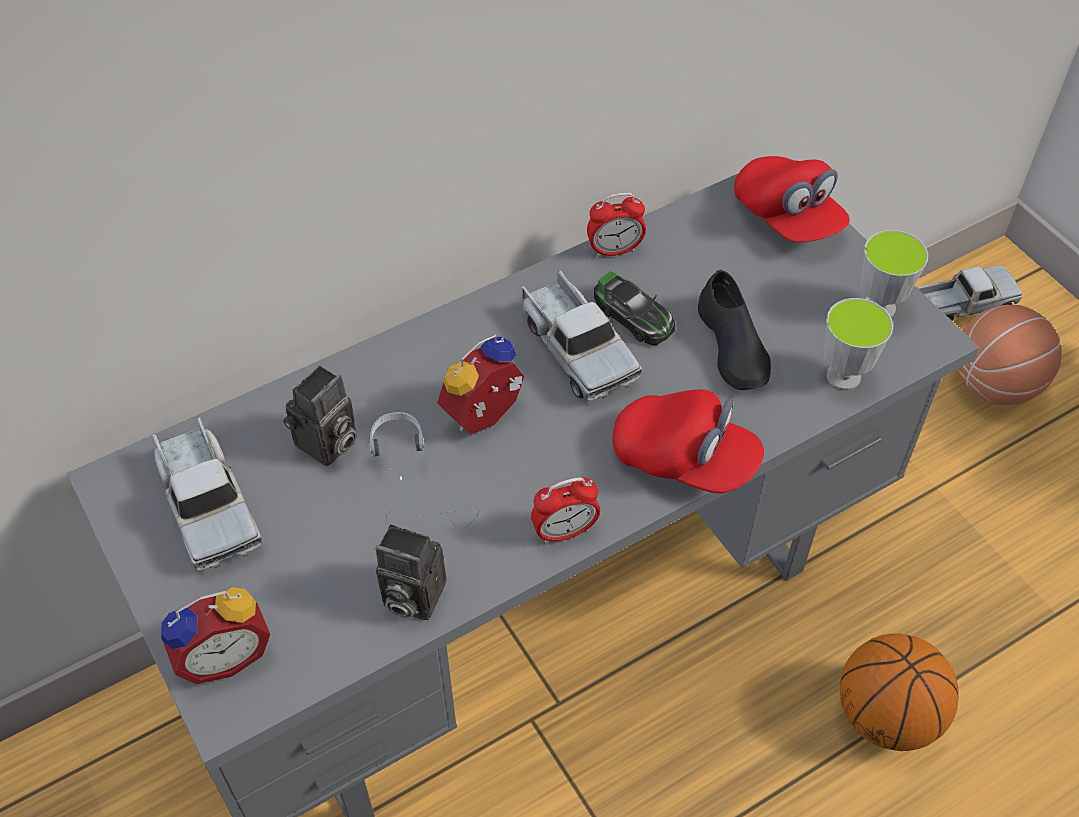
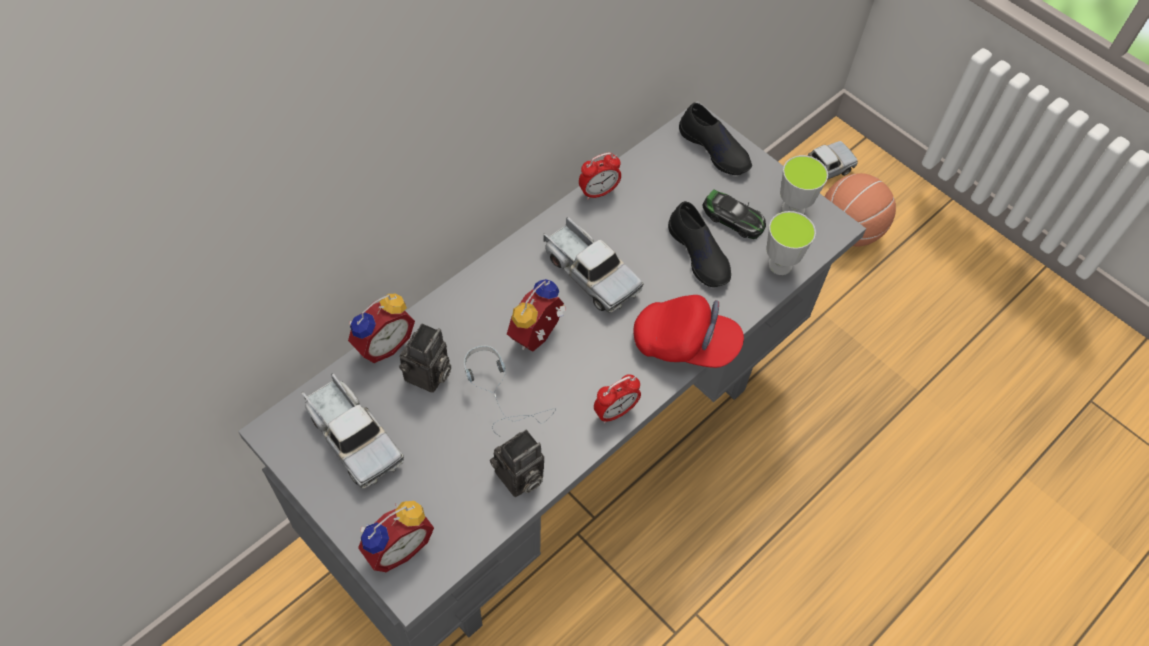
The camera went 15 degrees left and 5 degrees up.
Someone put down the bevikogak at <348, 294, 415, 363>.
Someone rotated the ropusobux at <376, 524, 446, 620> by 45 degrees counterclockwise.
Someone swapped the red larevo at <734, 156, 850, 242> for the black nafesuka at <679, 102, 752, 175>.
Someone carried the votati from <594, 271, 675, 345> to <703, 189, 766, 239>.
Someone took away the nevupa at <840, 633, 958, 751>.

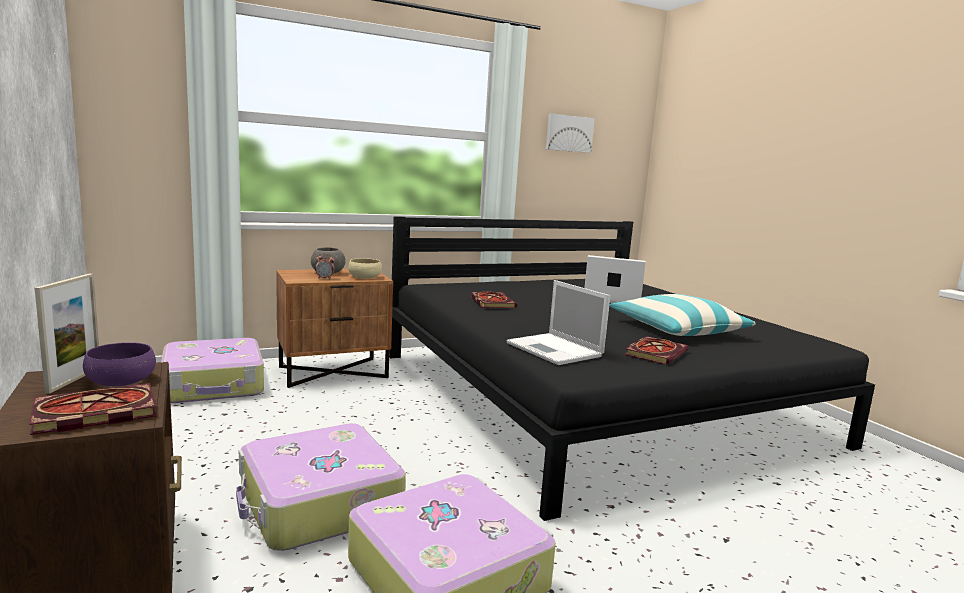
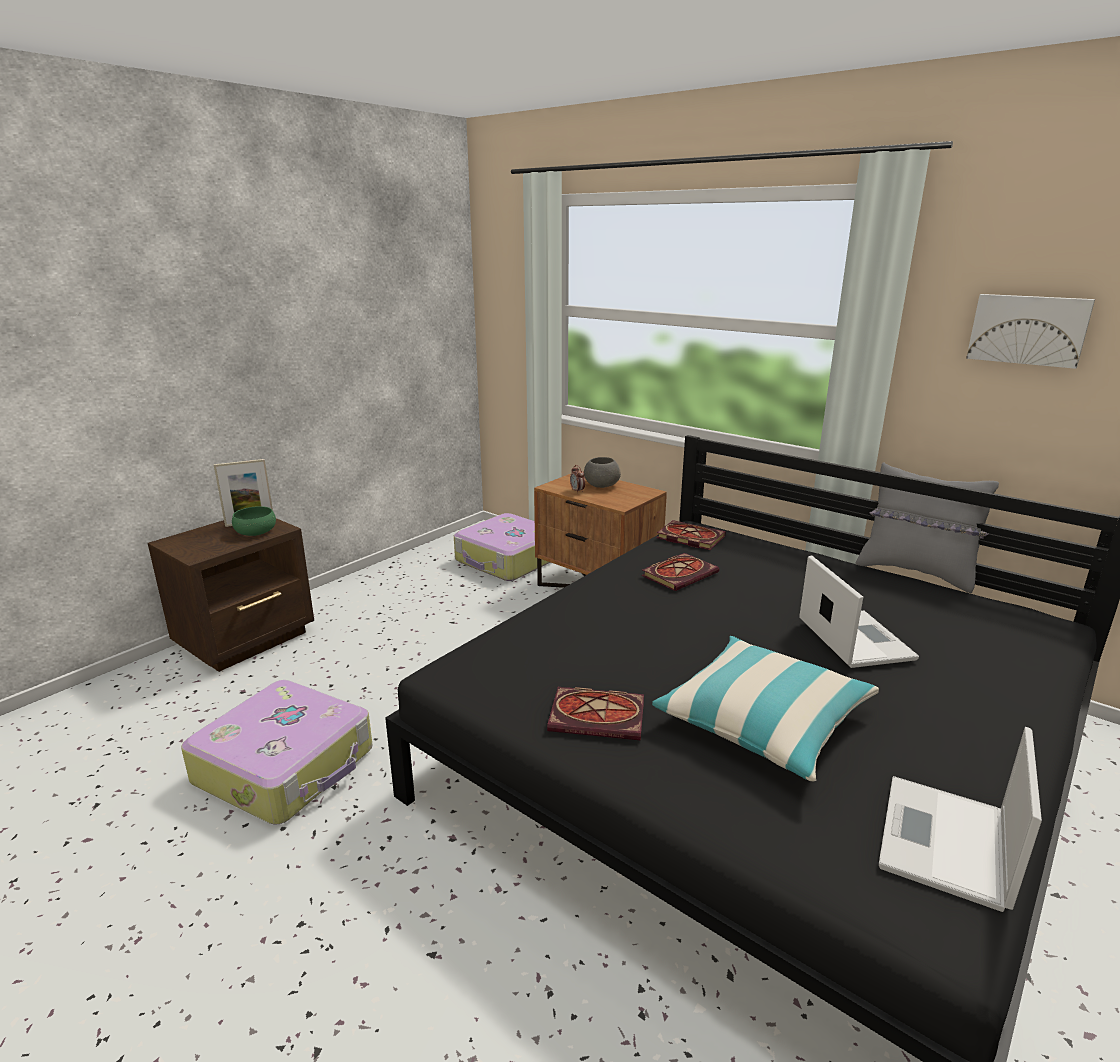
The camera went 65 degrees right and 10 degrees up.
Someone repainted the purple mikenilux at <83, 342, 156, 386>, which became the green mikenilux at <232, 506, 276, 536>.
Someone carried the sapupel from <29, 383, 156, 435> to <656, 520, 726, 550>.
Someone put down the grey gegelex at <855, 462, 999, 593>.
Someone carried the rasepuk from <507, 280, 610, 365> to <879, 727, 1042, 912>.
Someone took away the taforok at <236, 423, 406, 551>.
Someone took away the beige mikenilux at <348, 258, 382, 279>.

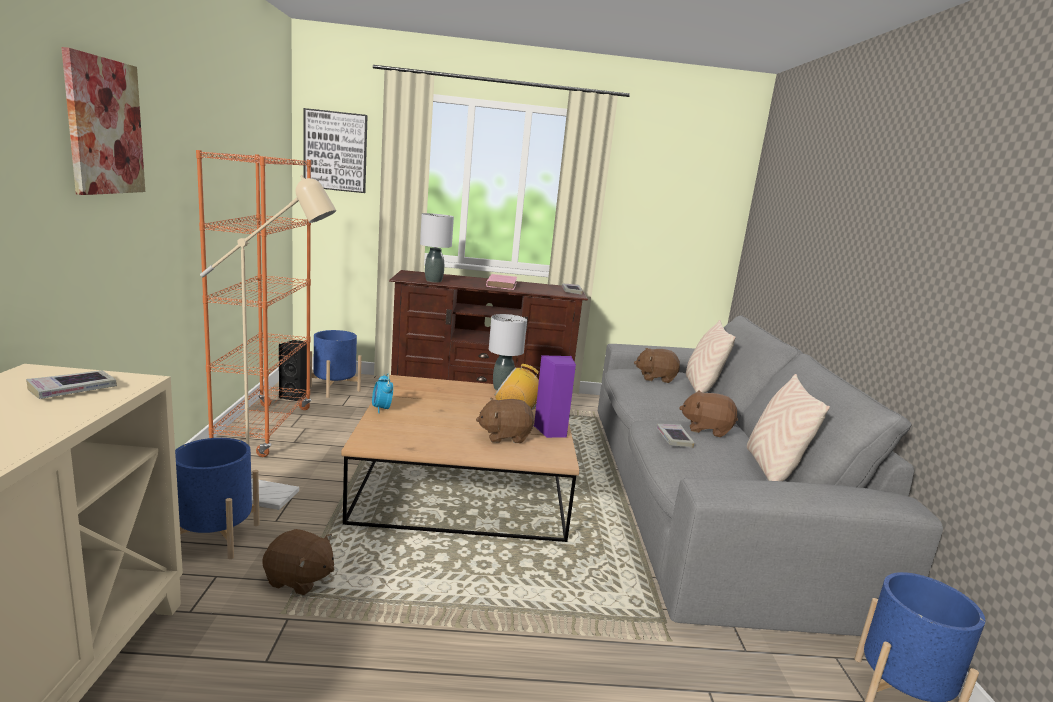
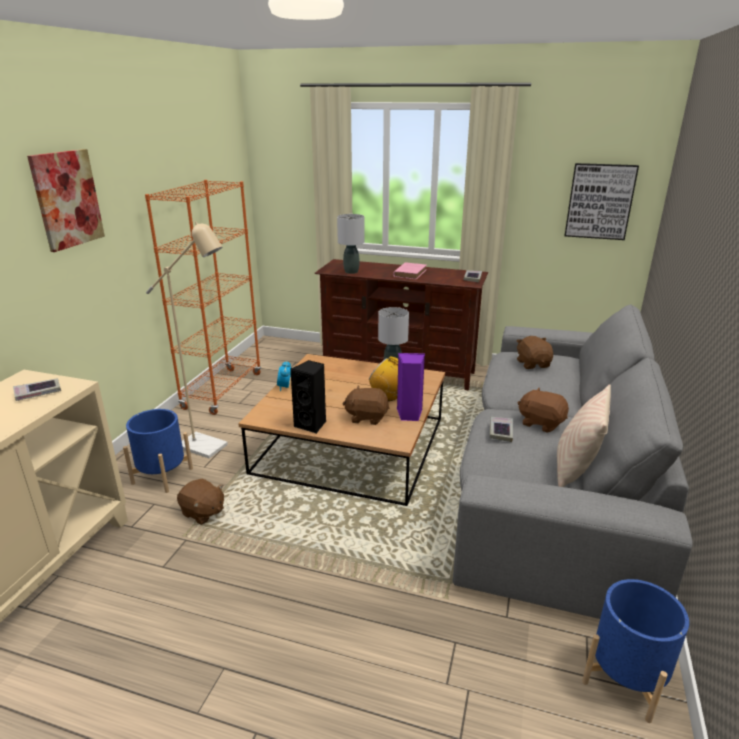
The camera went 20 degrees right and 10 degrees up.
Someone carried the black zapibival from <279, 340, 307, 402> to <290, 360, 326, 434>.
Someone rotated the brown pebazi at <634, 348, 680, 383> by 60 degrees clockwise.
Someone carried the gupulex from <304, 108, 368, 193> to <565, 163, 639, 240>.
Someone took away the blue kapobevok at <310, 330, 362, 398>.
Someone took away the beige gegelex at <686, 320, 736, 393>.

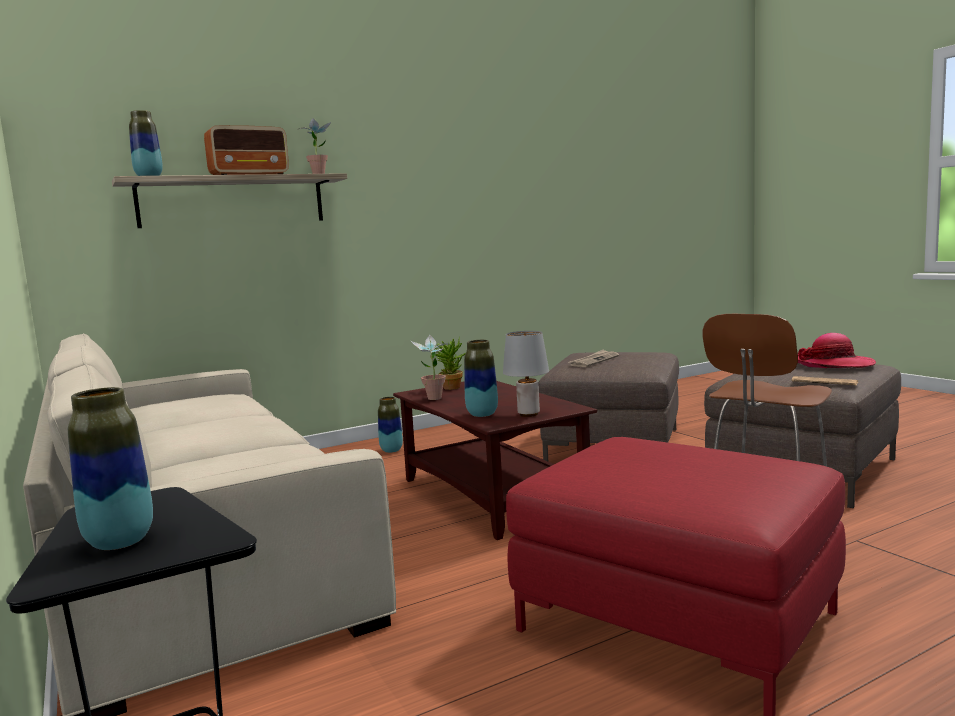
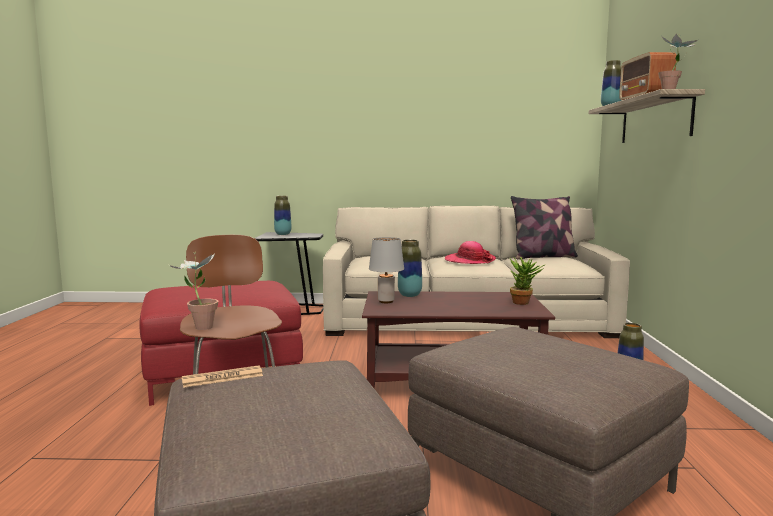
The camera went 120 degrees right and 0 degrees up.
Someone carried the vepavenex from <411, 334, 451, 400> to <169, 252, 218, 330>.
Someone carried the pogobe from <798, 333, 876, 368> to <445, 241, 496, 264>.
Someone put down the gegelex at <511, 196, 578, 259>.
Someone took away the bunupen at <568, 349, 619, 367>.

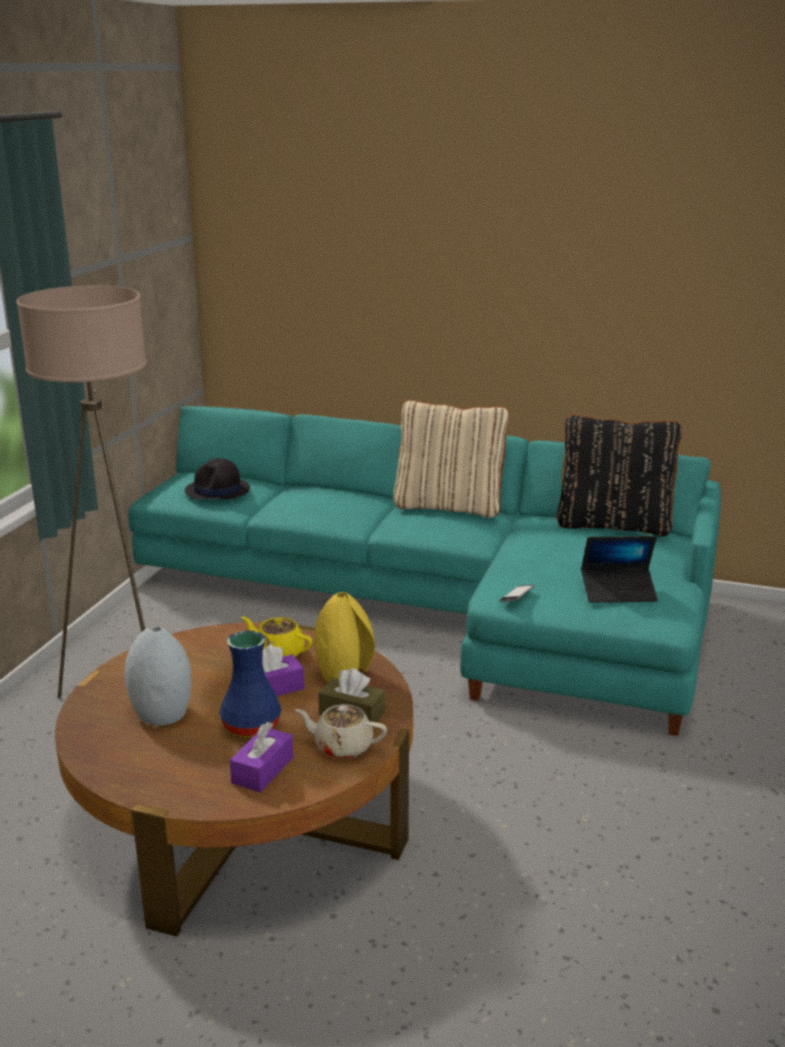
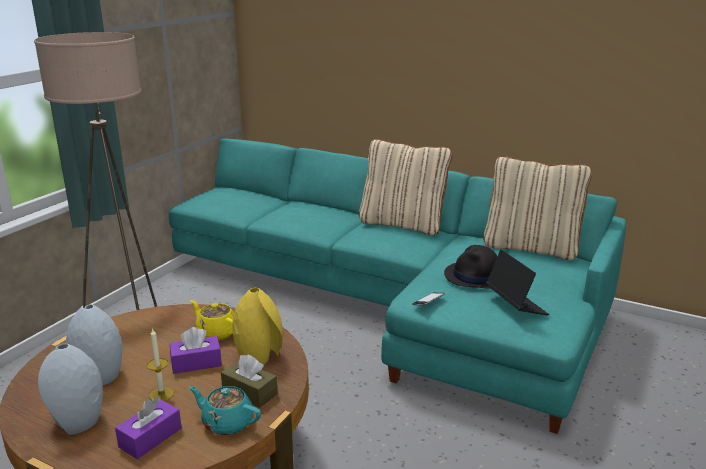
The camera went 10 degrees right and 0 degrees up.
Someone put down the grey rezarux at <38, 344, 103, 435>.
Someone swapped the blue rezarux at <220, 631, 282, 737> for the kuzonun at <147, 328, 174, 401>.
Someone repainted the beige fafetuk at <295, 704, 387, 759>, which became the turquoise fafetuk at <189, 386, 261, 435>.
Someone carried the black pogobe from <185, 458, 250, 500> to <444, 245, 497, 289>.
Someone repainted the black gegelex at <557, 415, 682, 536>, which became the beige gegelex at <483, 156, 592, 261>.
Someone rotated the rasepuk at <581, 536, 658, 603> by 120 degrees counterclockwise.

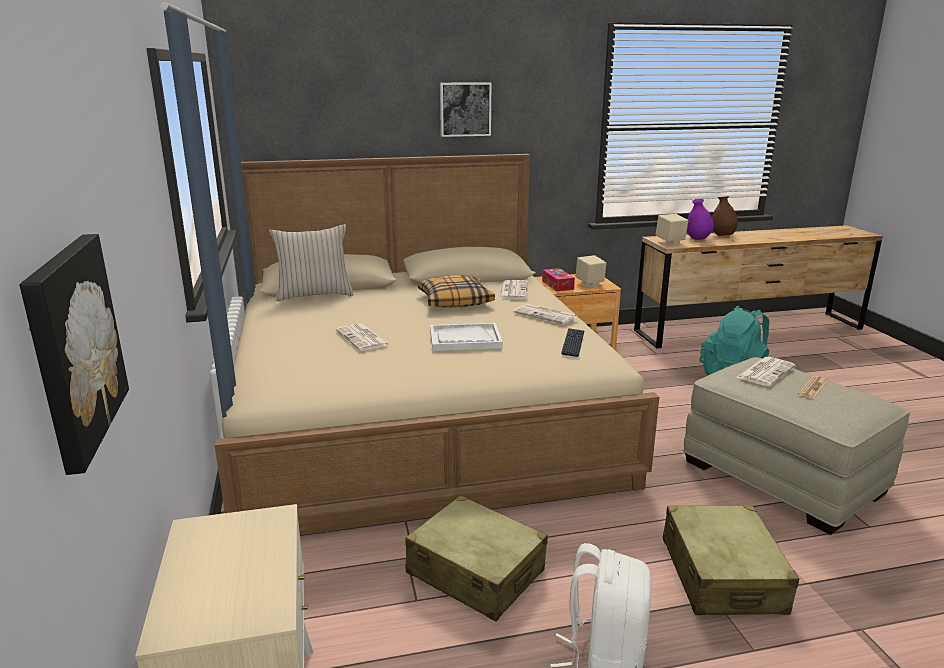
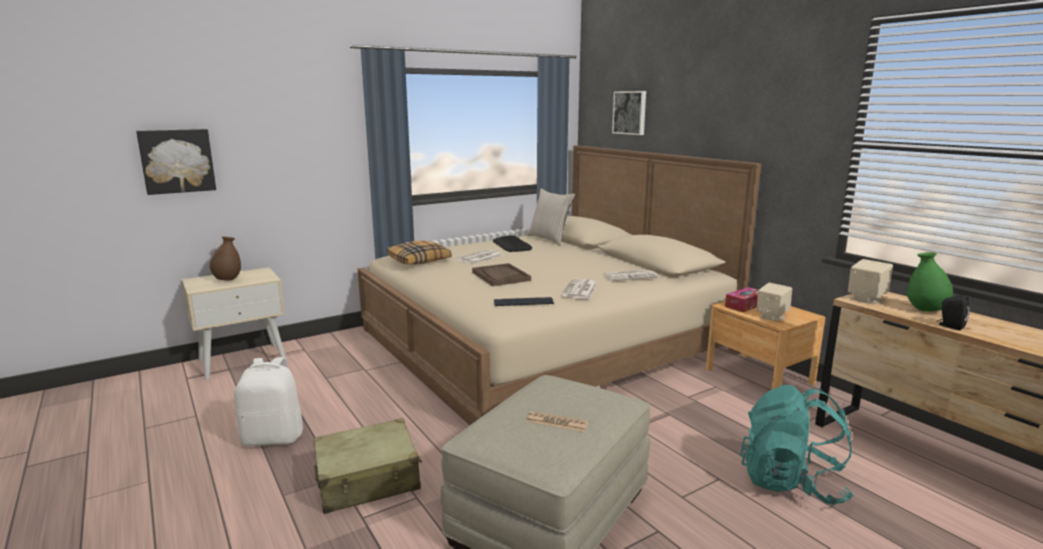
The camera went 70 degrees right and 5 degrees down.
Someone carried the brown rezarux from <712, 196, 738, 236> to <210, 237, 241, 280>.
Someone carried the gegelex from <418, 275, 495, 308> to <387, 241, 451, 265>.
Someone repainted the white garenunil at <430, 323, 503, 351>, which became the brown garenunil at <472, 263, 531, 286>.
Someone put down the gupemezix at <493, 235, 532, 252>.
Someone carried the gupulex from <440, 82, 491, 137> to <612, 91, 646, 135>.
Someone repainted the purple rezarux at <687, 199, 714, 240>, which became the green rezarux at <907, 252, 953, 311>.
Someone put down the black zapibival at <936, 295, 970, 330>.
Someone took away the beige taforok at <405, 495, 548, 622>.
Someone took away the bunupen at <736, 357, 795, 386>.

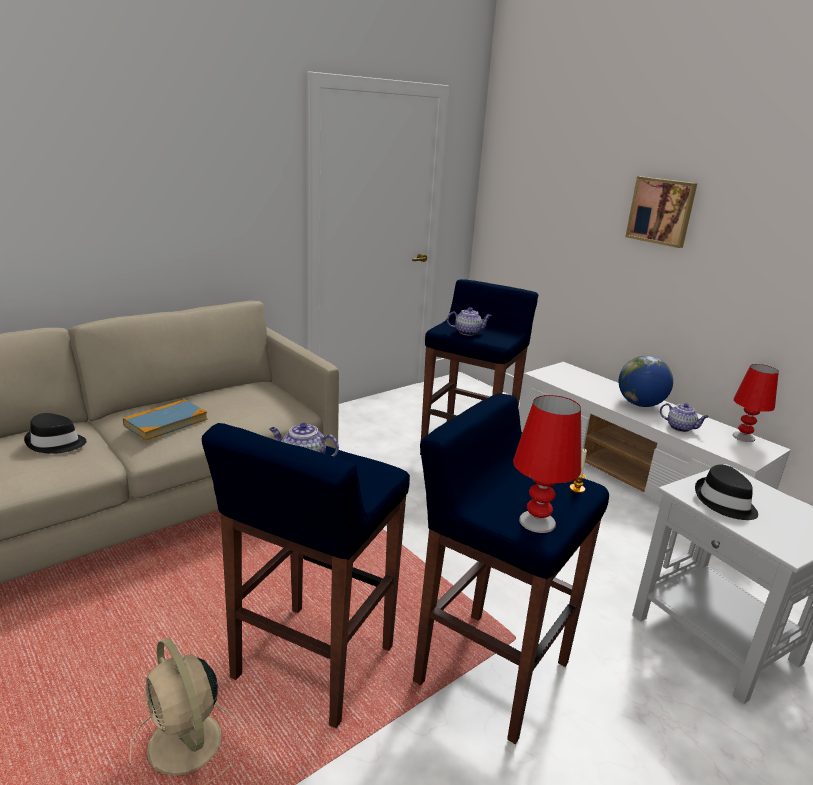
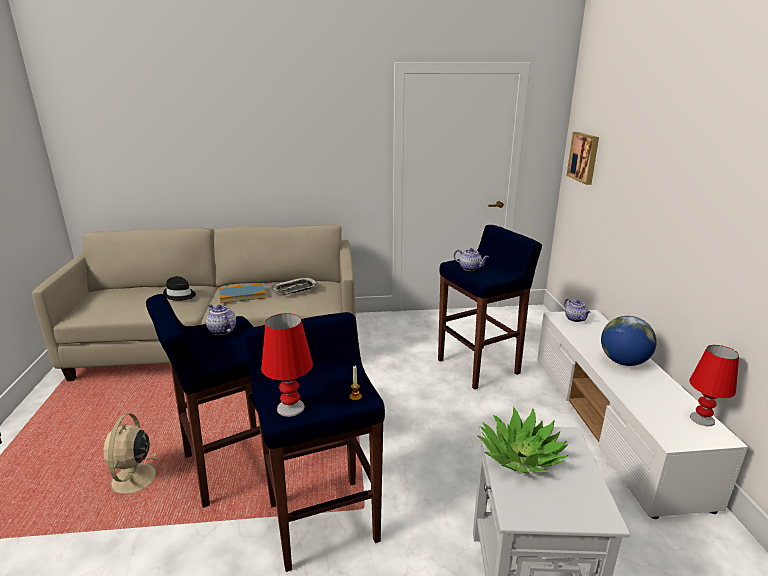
The camera went 35 degrees right and 0 degrees up.
Someone put down the garenunil at <271, 277, 319, 295>.
Someone swapped the black pogobe at <695, 465, 758, 520> for the vepavenex at <477, 406, 568, 473>.
Someone carried the fafetuk from <660, 403, 709, 432> to <564, 298, 590, 322>.
Someone carried the gupulex from <625, 176, 697, 248> to <566, 132, 599, 185>.

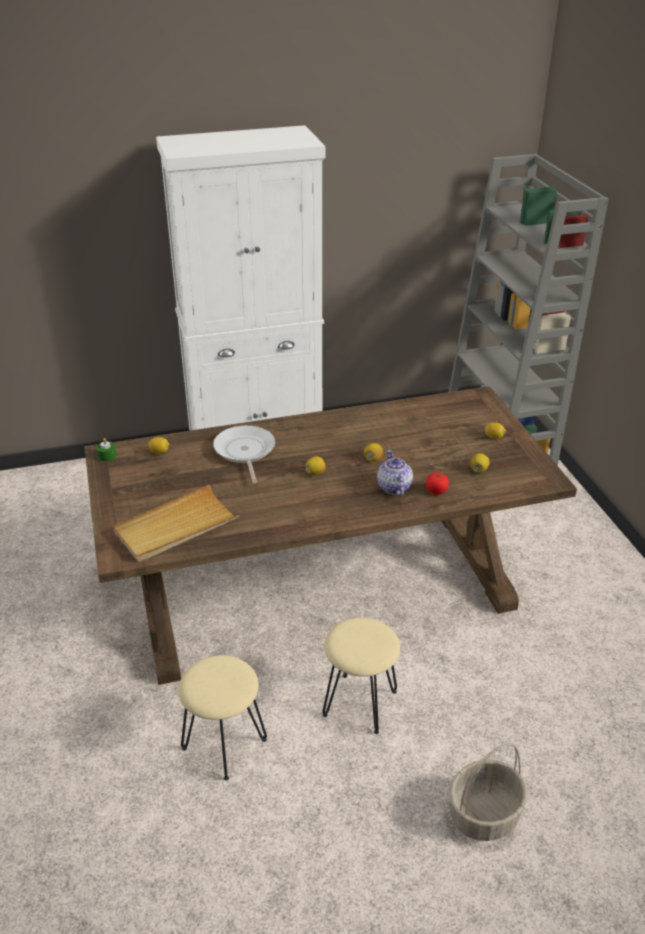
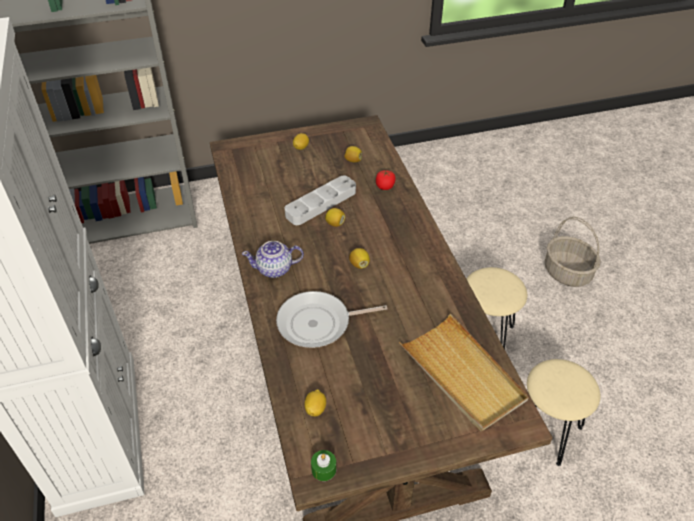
The camera went 90 degrees left and 10 degrees up.
Someone carried the fafetuk from <377, 450, 413, 496> to <242, 241, 304, 278>.
Someone put down the grey garenunil at <285, 176, 356, 225>.

